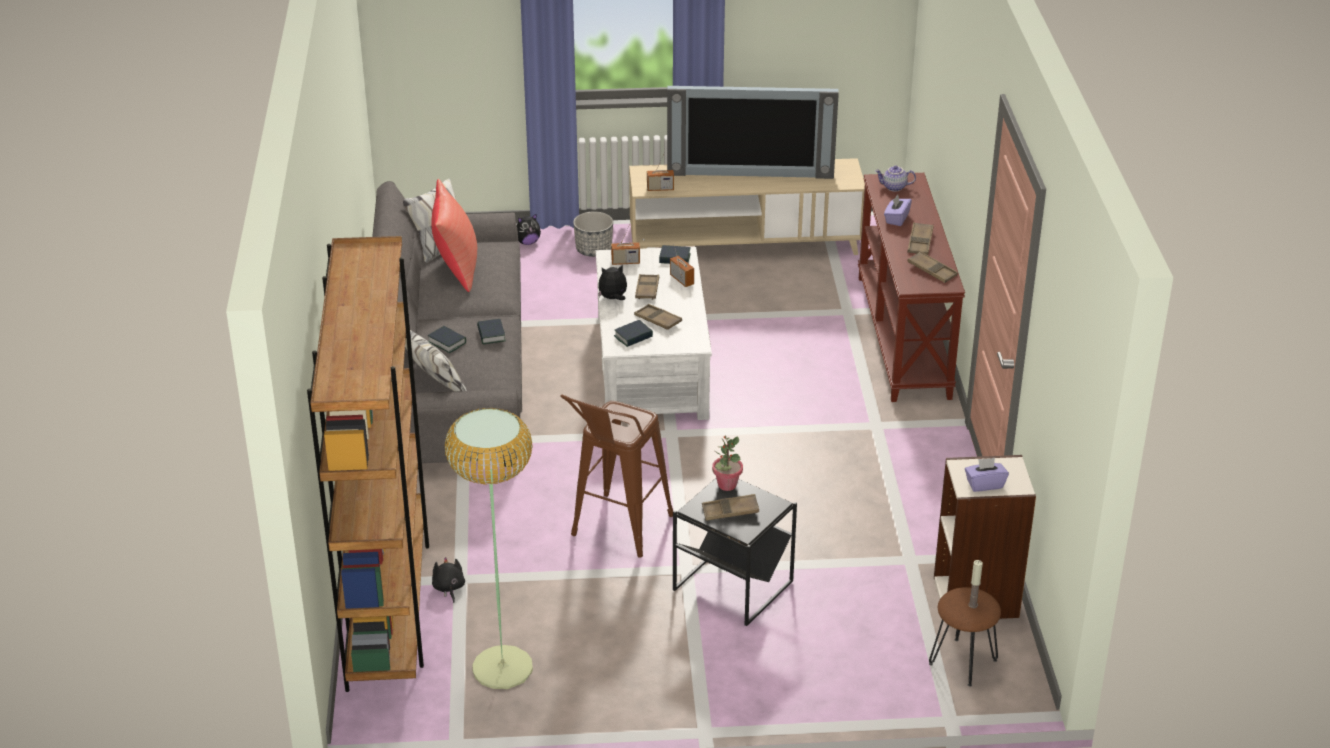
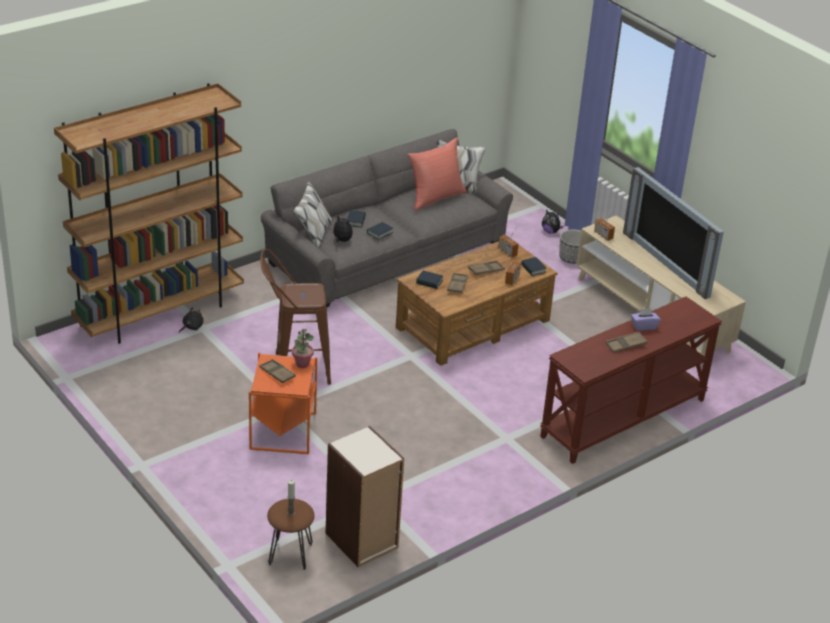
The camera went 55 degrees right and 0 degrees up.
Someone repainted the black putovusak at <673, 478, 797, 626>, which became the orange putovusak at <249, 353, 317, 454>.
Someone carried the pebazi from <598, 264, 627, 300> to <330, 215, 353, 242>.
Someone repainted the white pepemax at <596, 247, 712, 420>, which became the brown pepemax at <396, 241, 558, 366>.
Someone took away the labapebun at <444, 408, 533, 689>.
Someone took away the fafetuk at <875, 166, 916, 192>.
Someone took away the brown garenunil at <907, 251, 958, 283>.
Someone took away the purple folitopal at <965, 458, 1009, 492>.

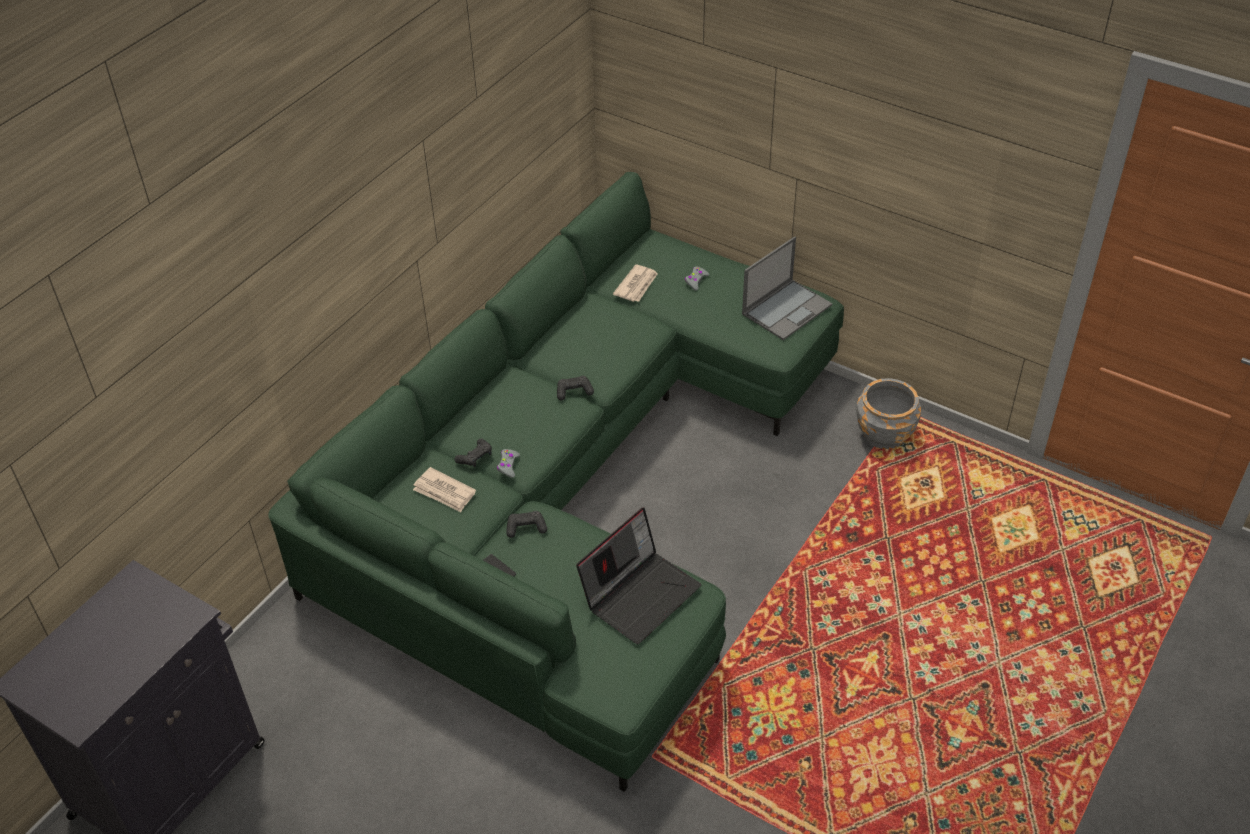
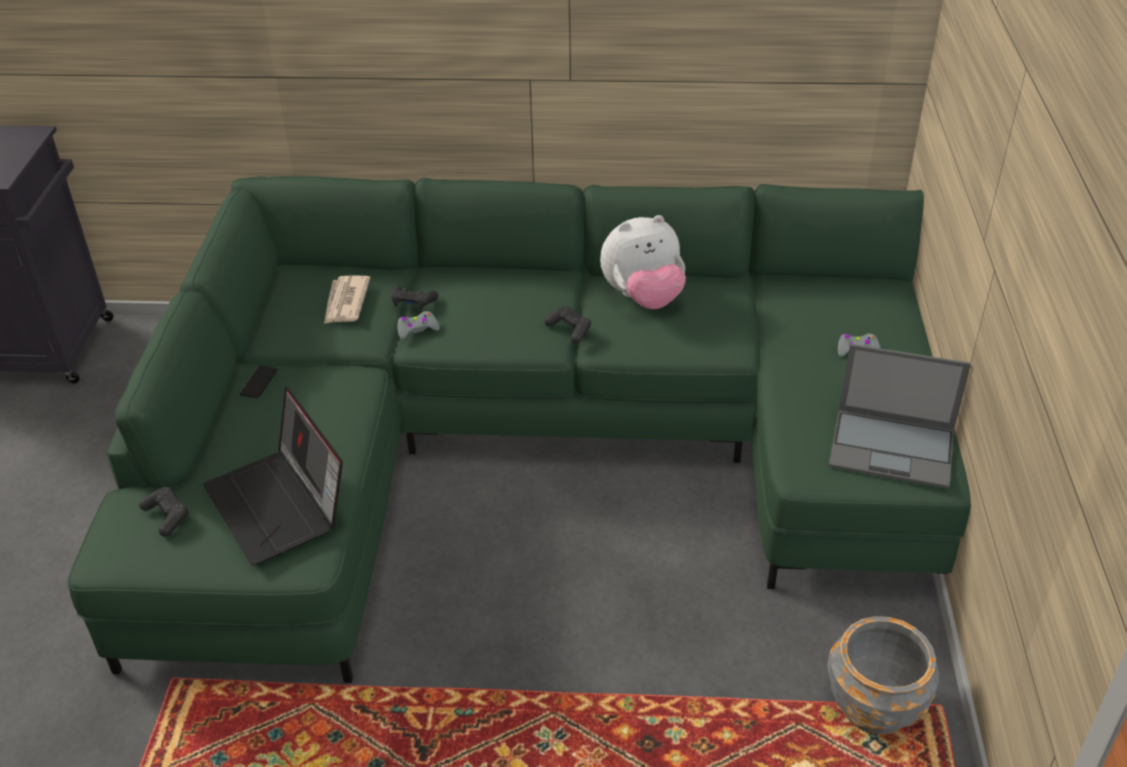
The camera went 60 degrees right and 5 degrees down.
Someone carried the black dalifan from <506, 511, 547, 538> to <139, 487, 189, 536>.
Someone rotated the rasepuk at <576, 507, 702, 644> by 45 degrees clockwise.
Someone put down the pebazi at <600, 215, 686, 309>.
Someone took away the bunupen at <613, 264, 658, 302>.

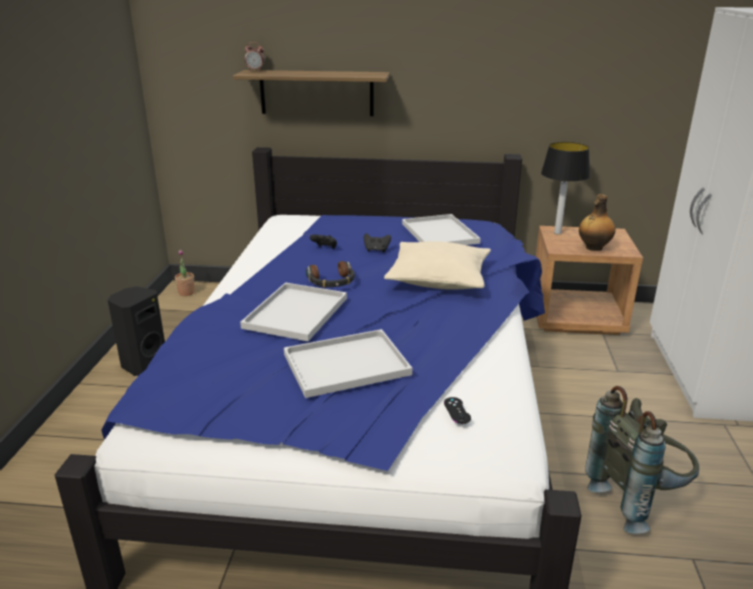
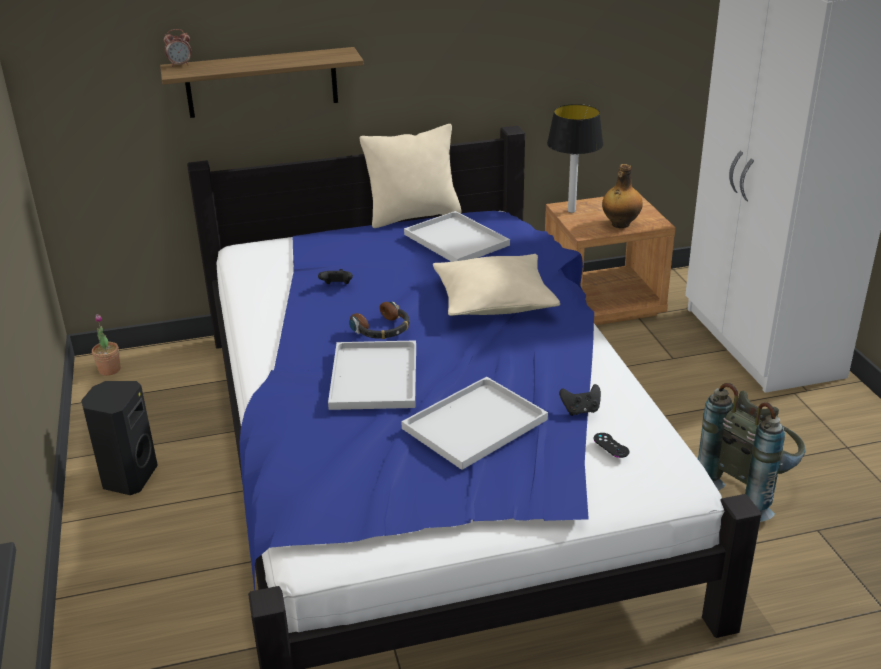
The camera went 20 degrees left and 5 degrees up.
Someone put down the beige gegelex at <360, 124, 462, 228>.
Someone carried the black dalifan from <364, 233, 391, 253> to <559, 384, 601, 416>.

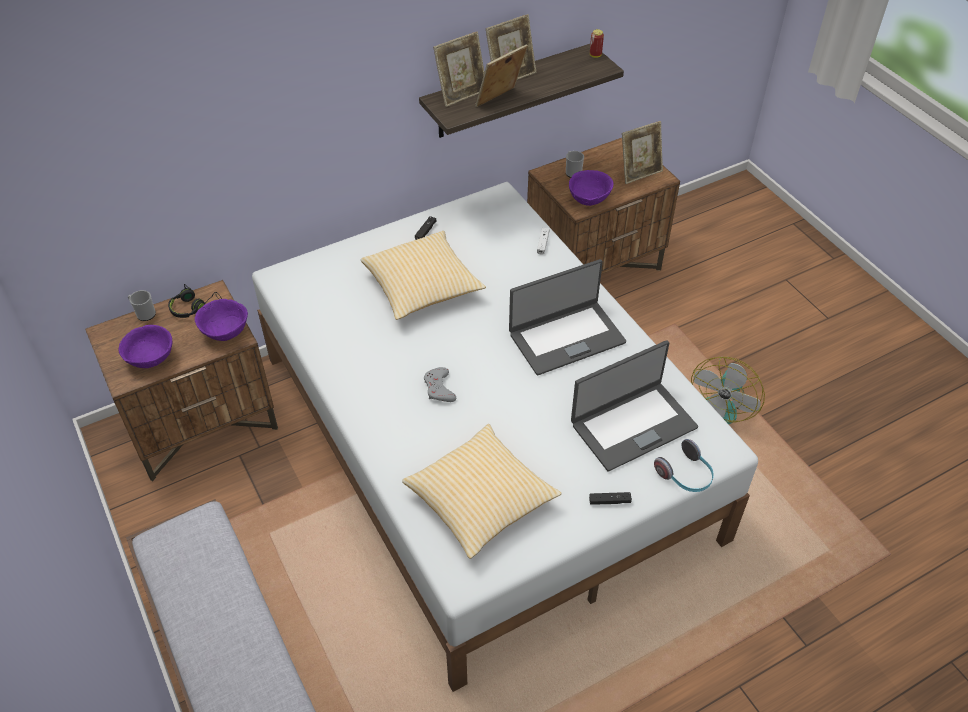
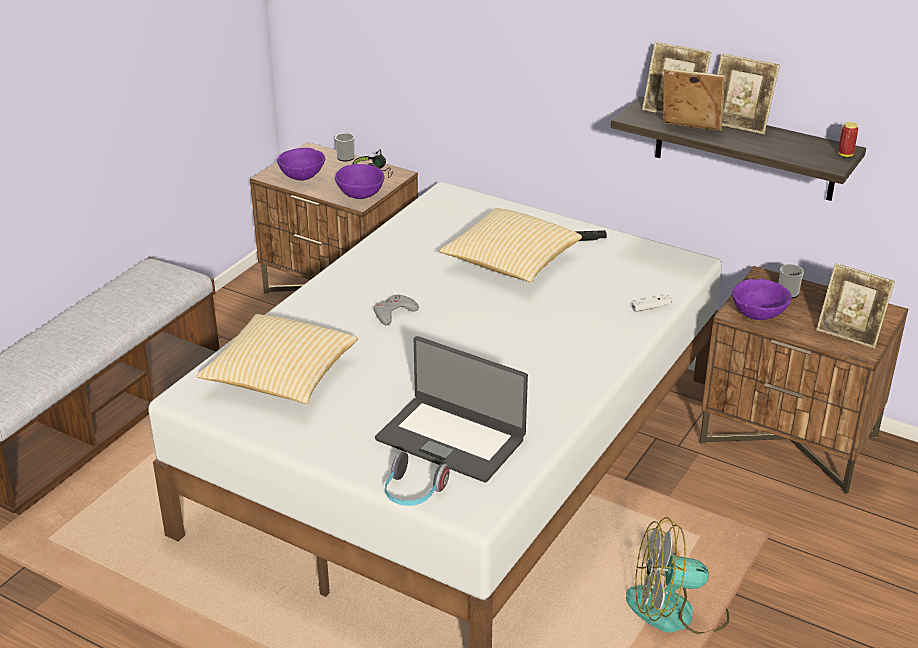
The camera went 60 degrees right and 15 degrees down.
Someone took away the rasepuk at <509, 259, 626, 375>.
Someone took away the black dalifan at <589, 492, 632, 505>.

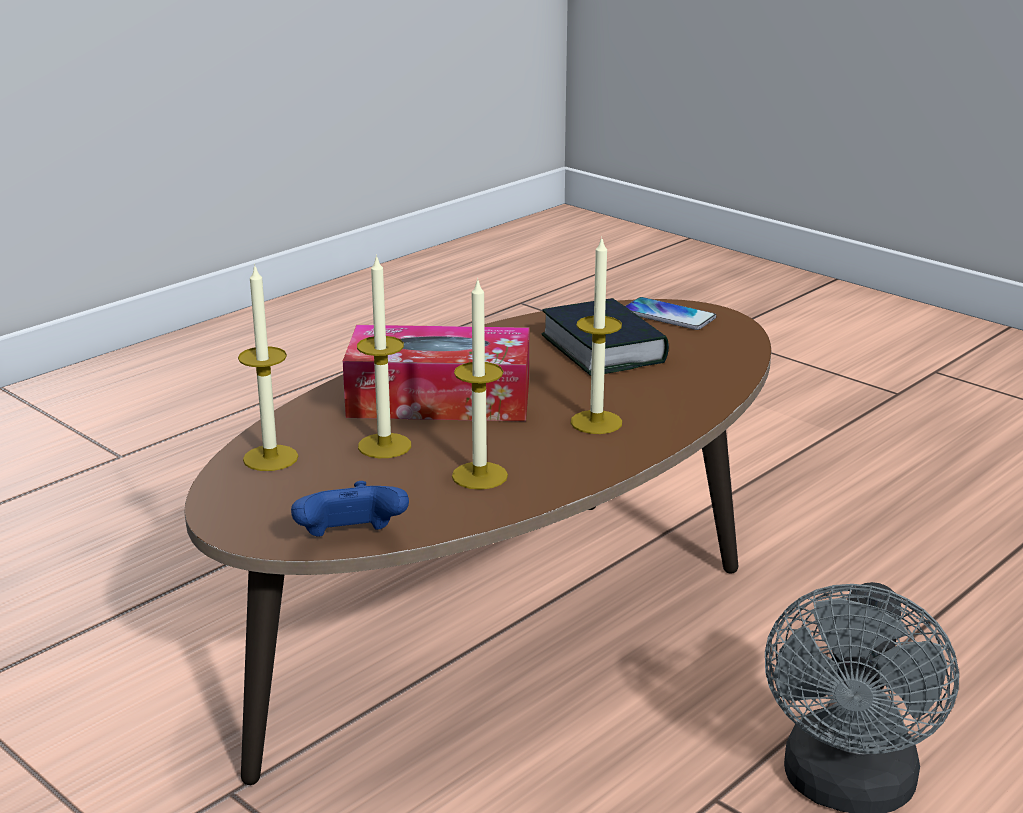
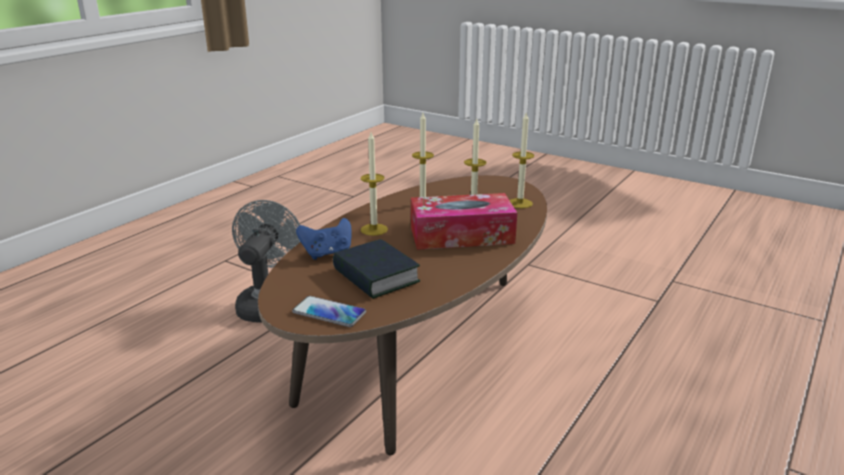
The camera went 170 degrees right and 0 degrees up.
Someone carried the blue dalifan from <291, 481, 409, 537> to <296, 218, 352, 260>.

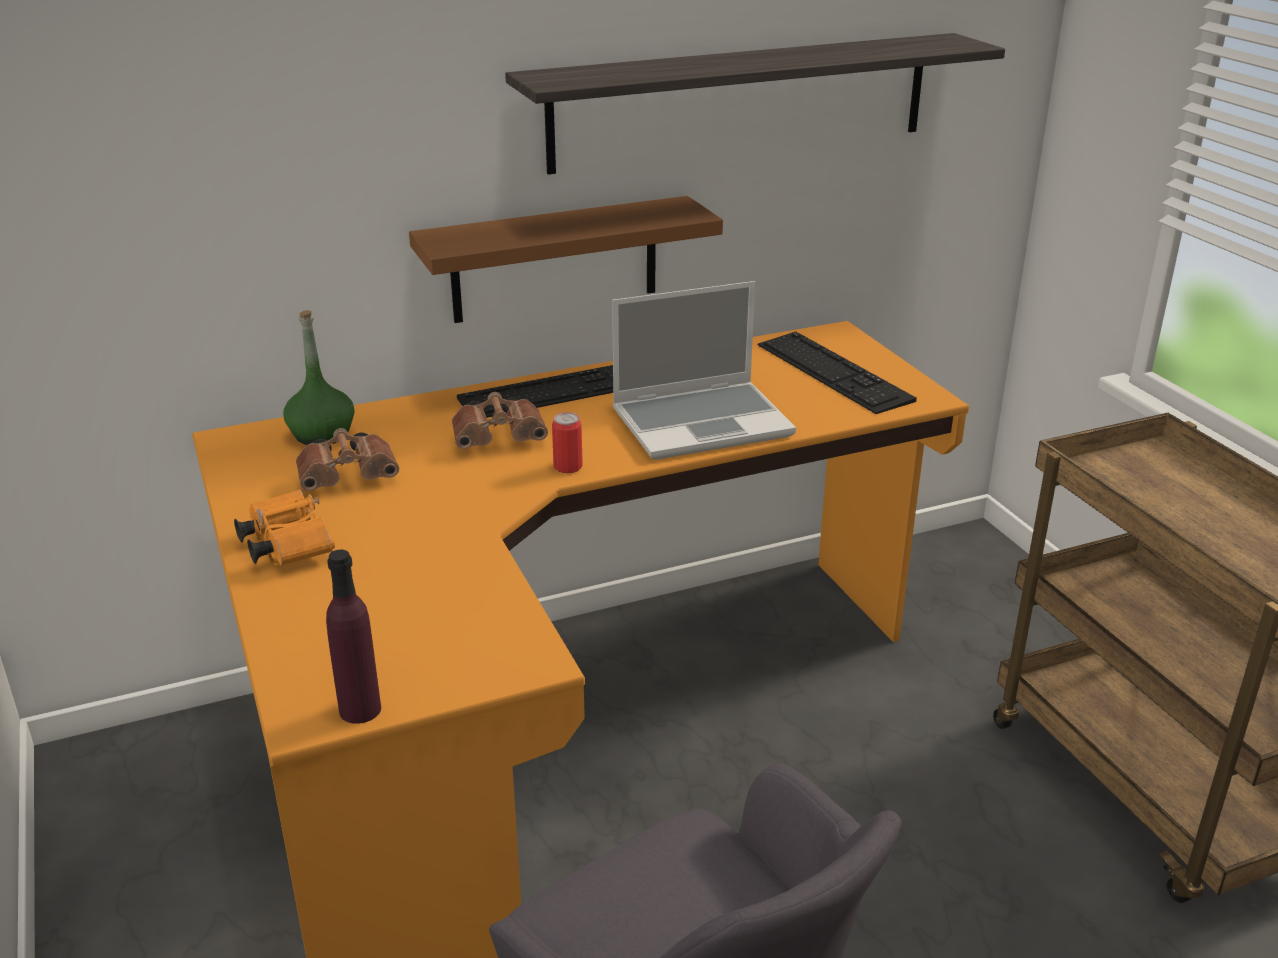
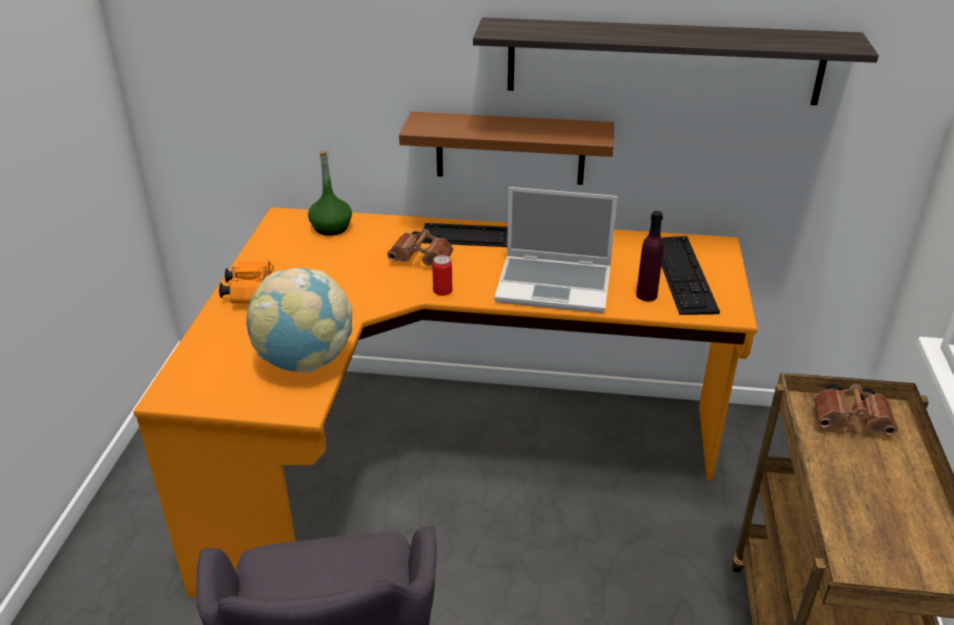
The camera went 30 degrees right and 5 degrees up.
Someone put down the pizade at <246, 268, 353, 373>.
Someone carried the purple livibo from <326, 549, 381, 724> to <636, 211, 664, 301>.
Someone carried the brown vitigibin from <296, 428, 399, 491> to <814, 384, 898, 435>.

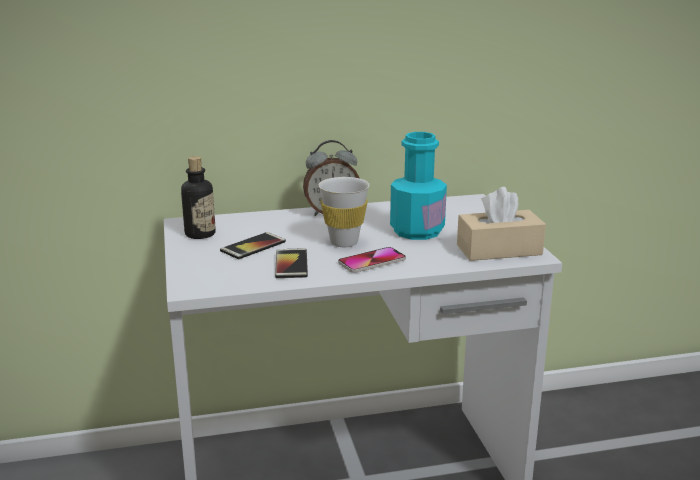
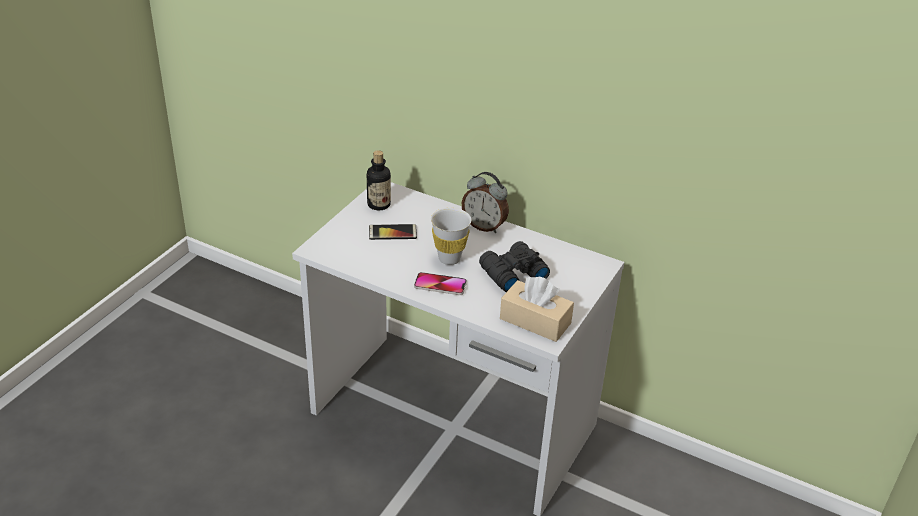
The camera went 40 degrees right and 15 degrees up.
Someone swapped the turquoise livibo at <390, 132, 447, 240> for the black vitigibin at <479, 241, 550, 292>.
Someone took away the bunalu at <275, 248, 308, 278>.

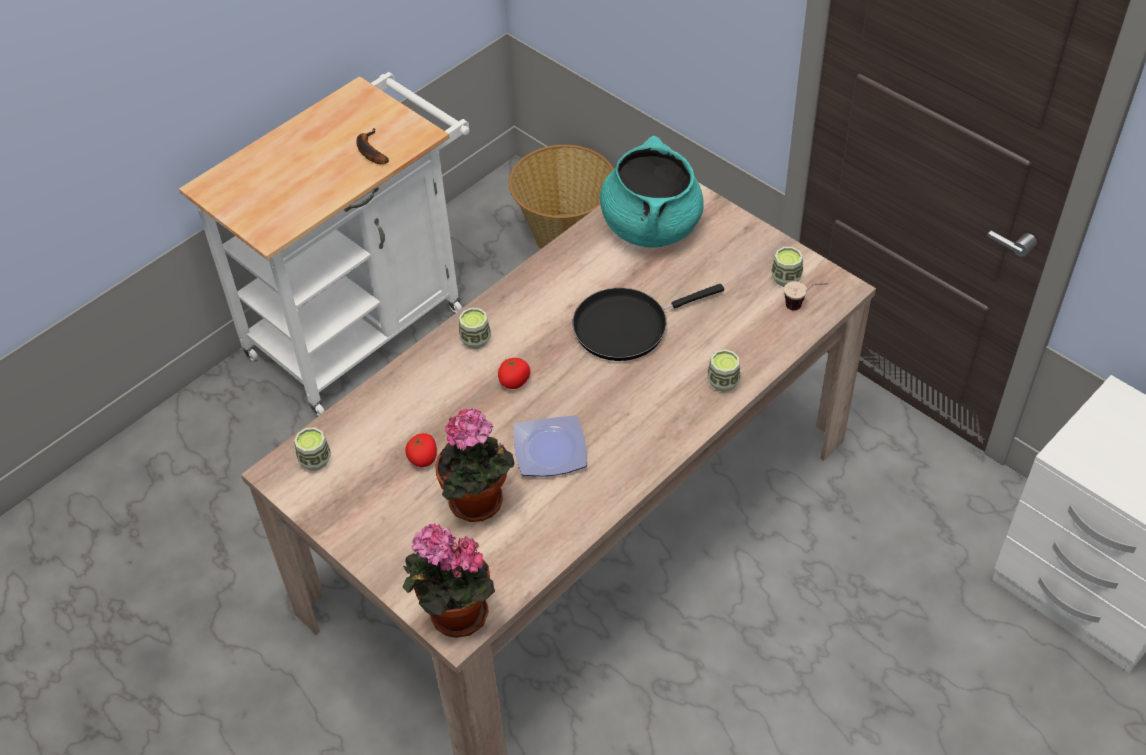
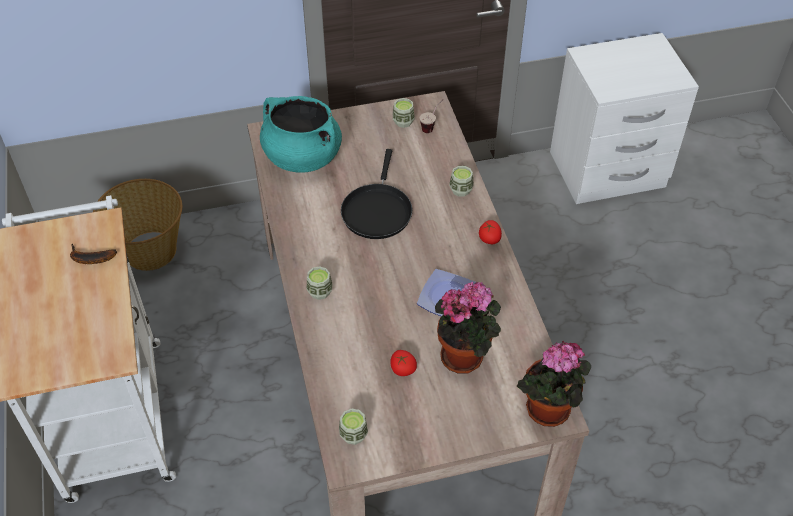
The camera went 60 degrees left and 0 degrees up.
Someone carried the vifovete from <498, 358, 530, 389> to <479, 220, 502, 244>.

